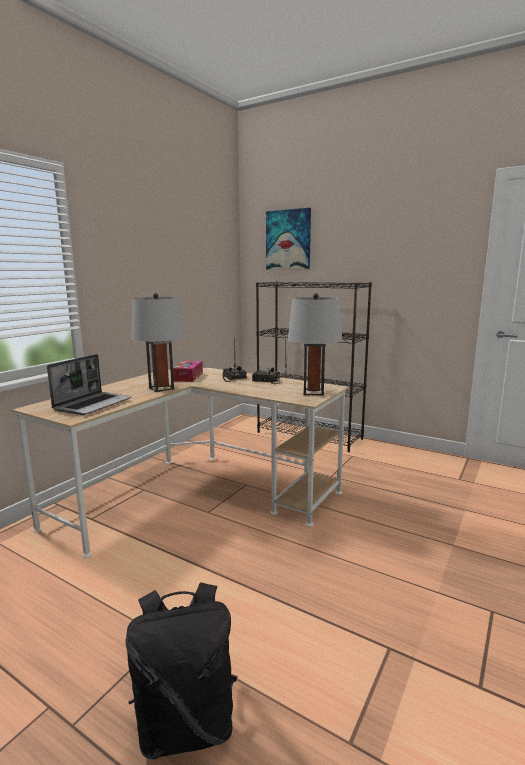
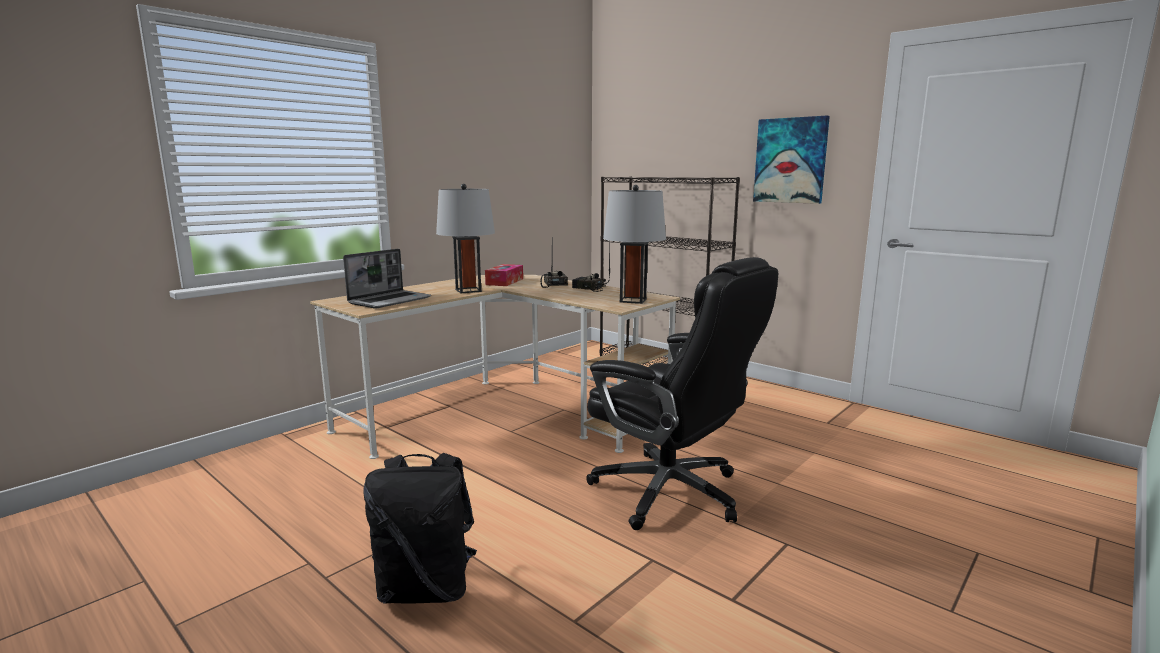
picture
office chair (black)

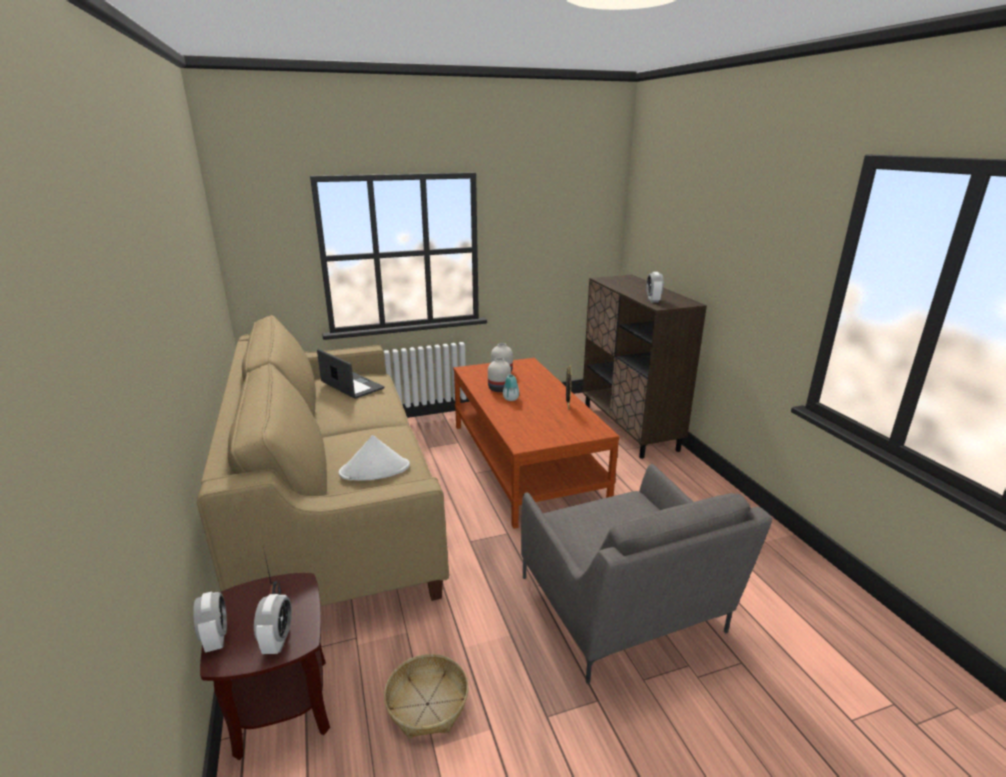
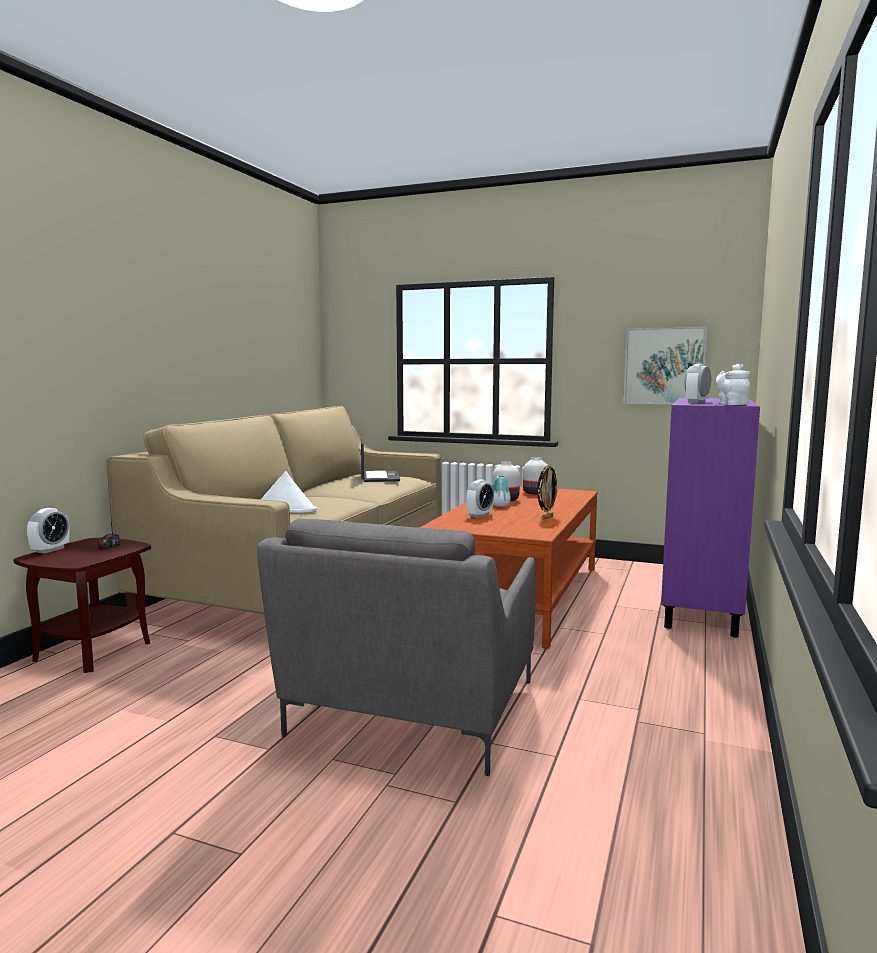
alarm clock (no. 2 from left)
basket
cabinet (purple)
picture
teapot (white)

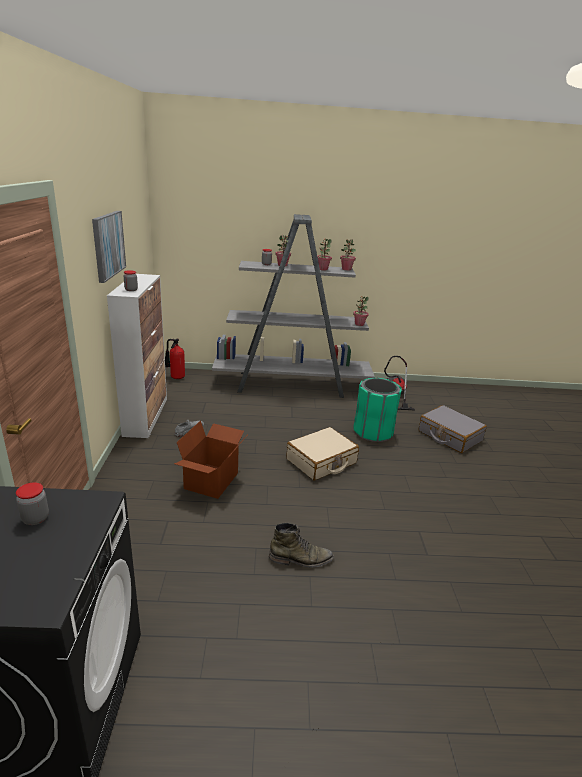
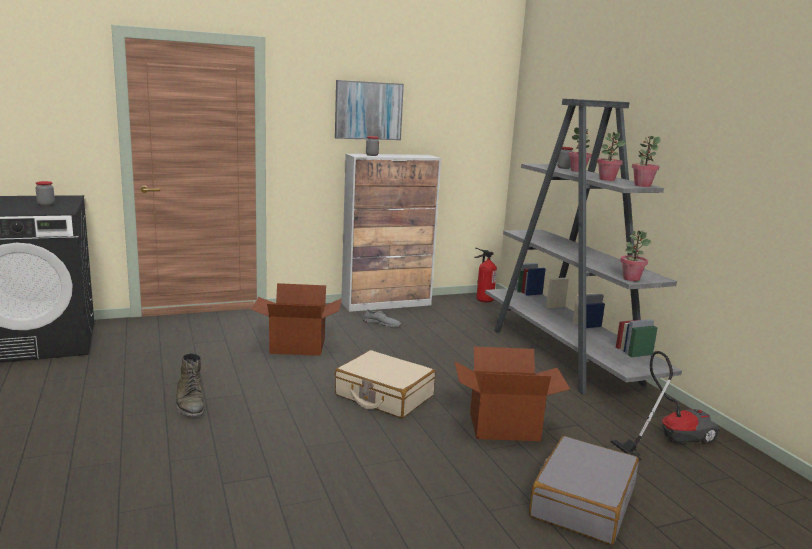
cardboard box (no. 2 from left)

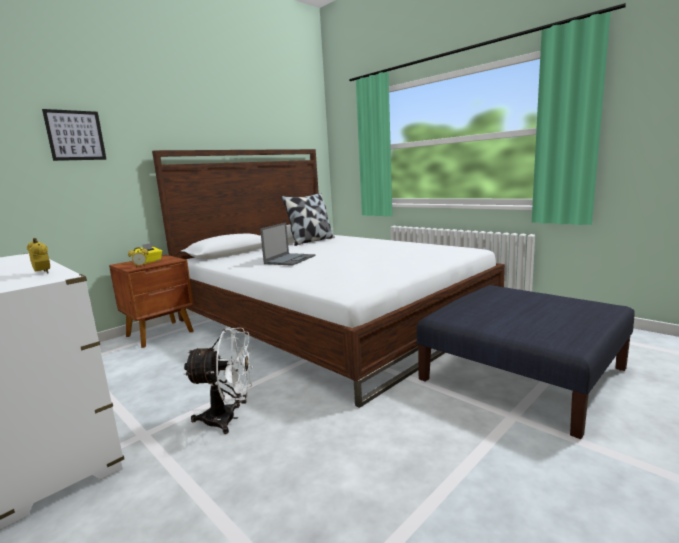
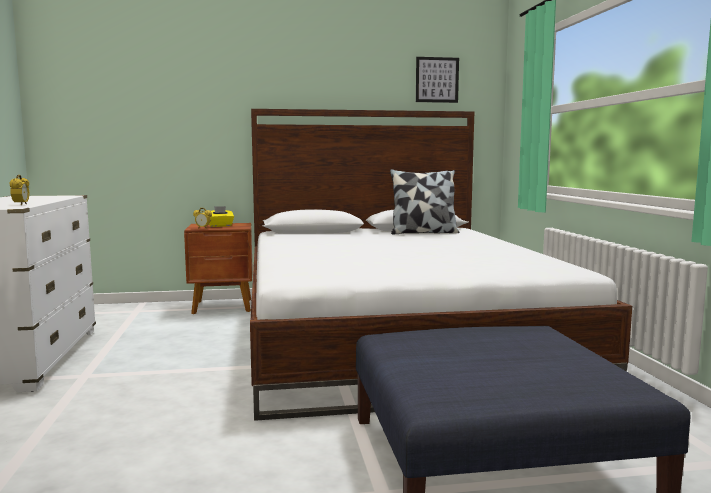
picture
fan (white)
laptop

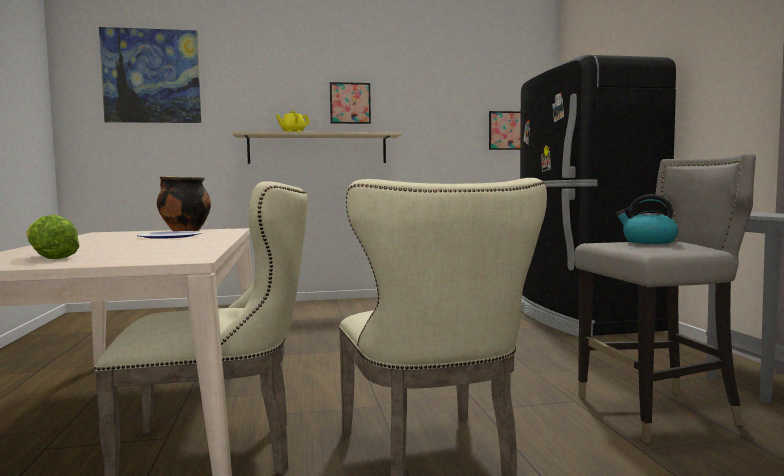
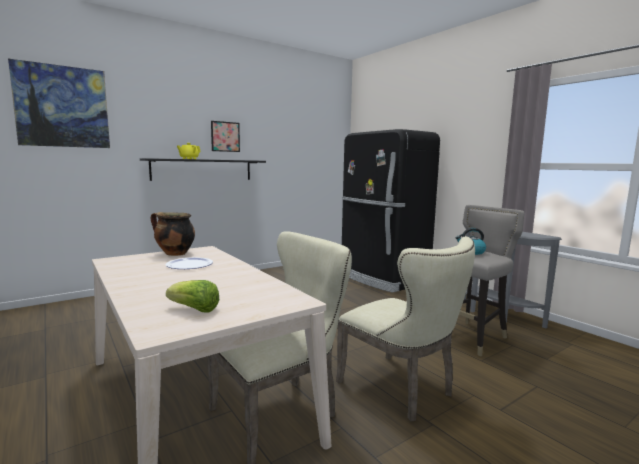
shelf (black)
picture (no. 3 from left in the first image)

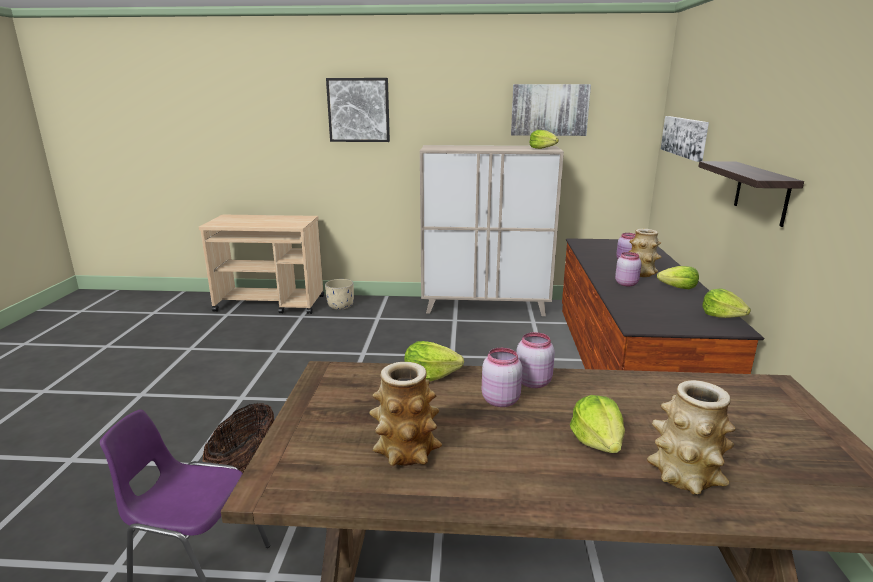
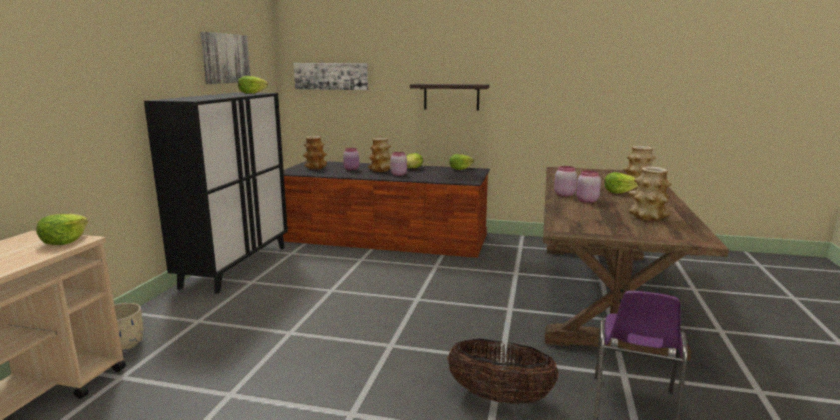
picture (no. 1 from left in the first image)
lettuce (no. 1 from left)
cabinet (black)
vase (no. 1 from left)

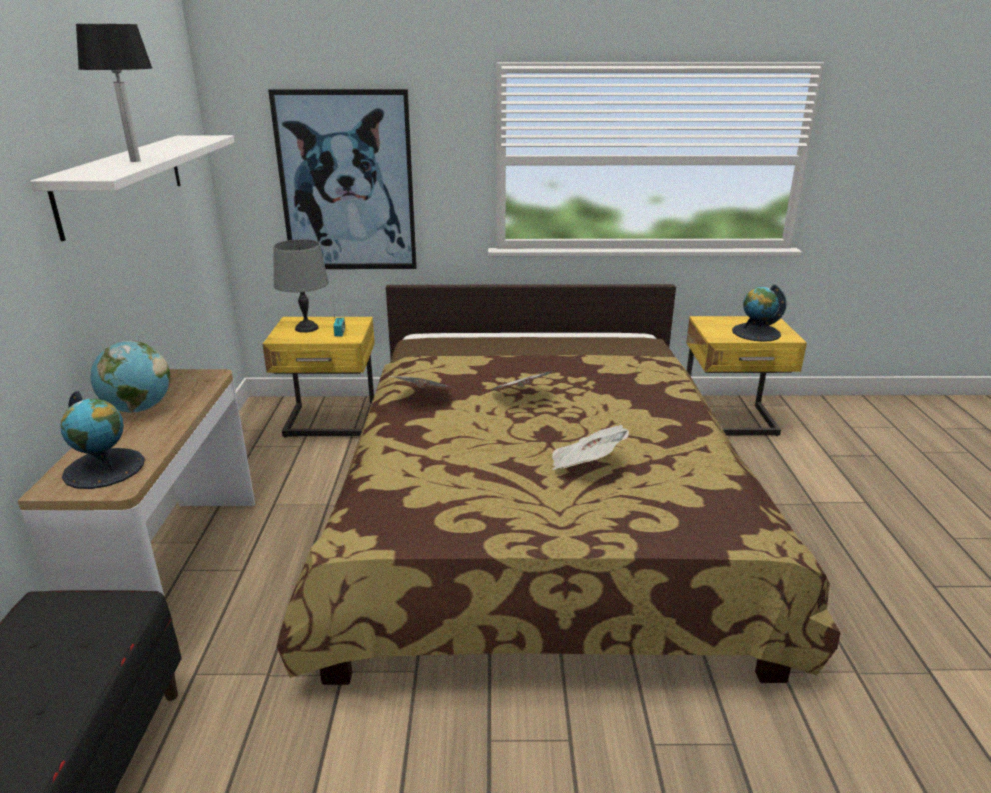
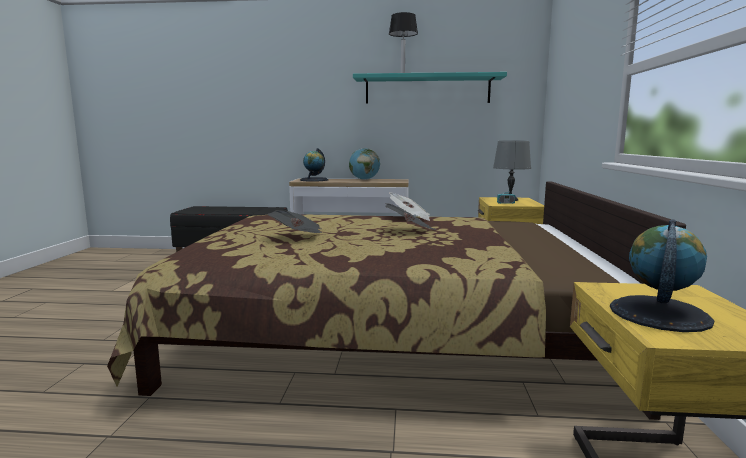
shelf (turquoise)
picture

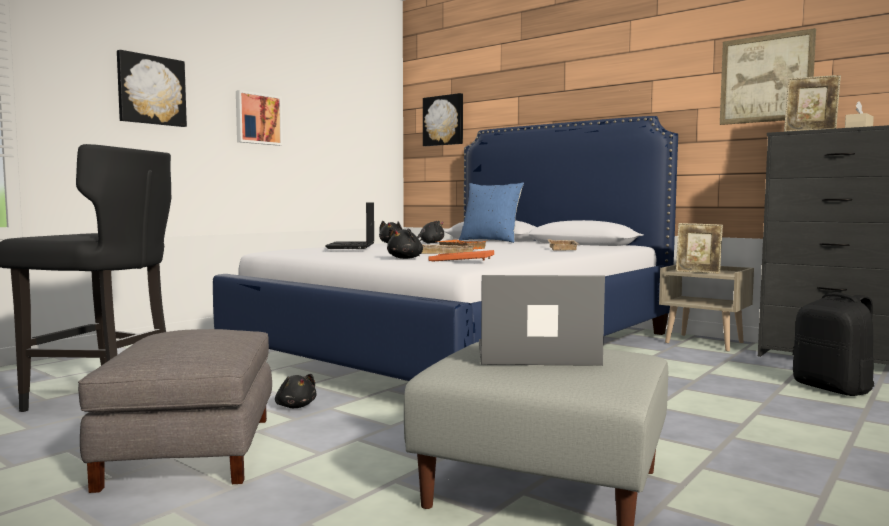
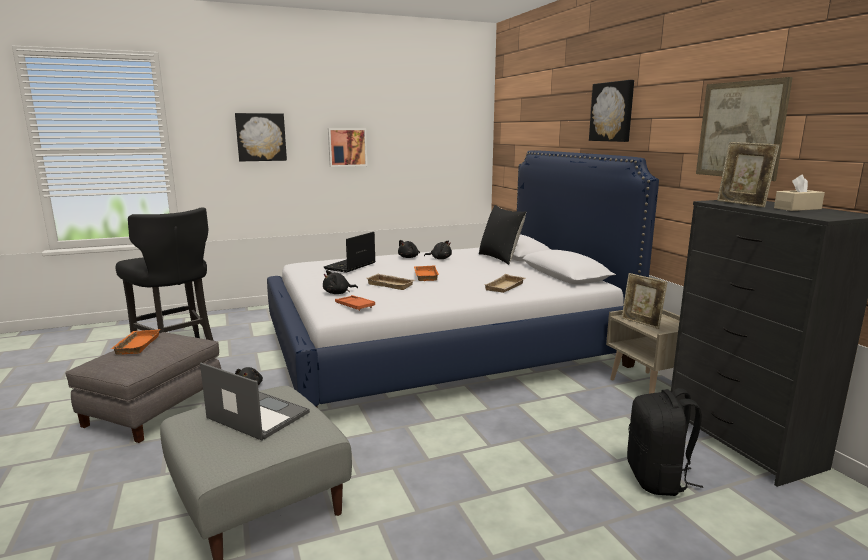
picture (no. 3 from left)
pillow (black)
tray (orange) (no. 1 from left)

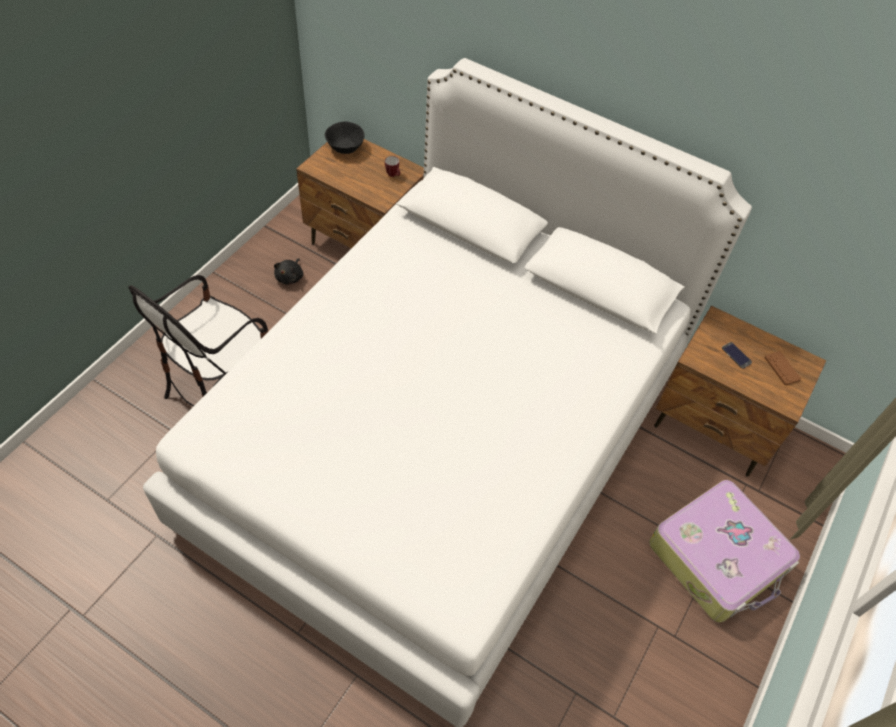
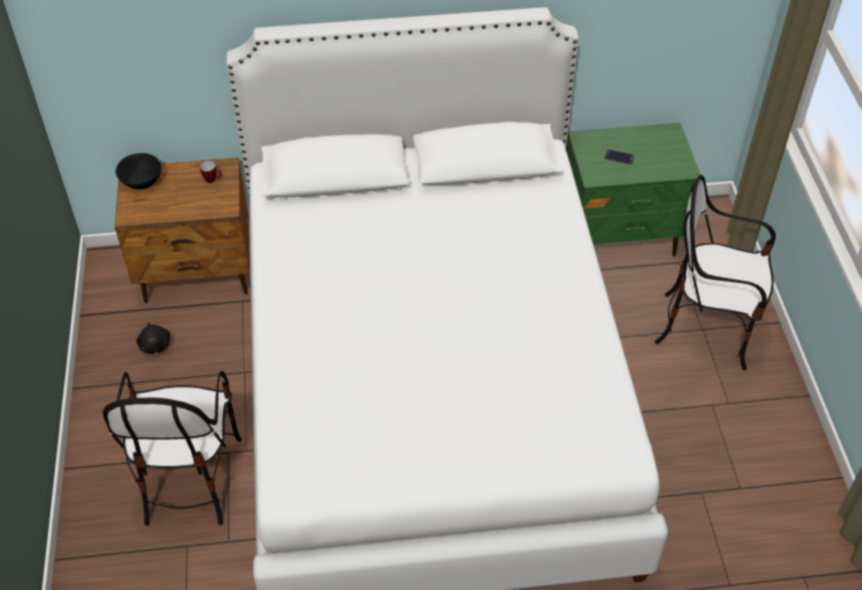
chair (no. 2 from left)
nightstand (green)
game controller (brown)

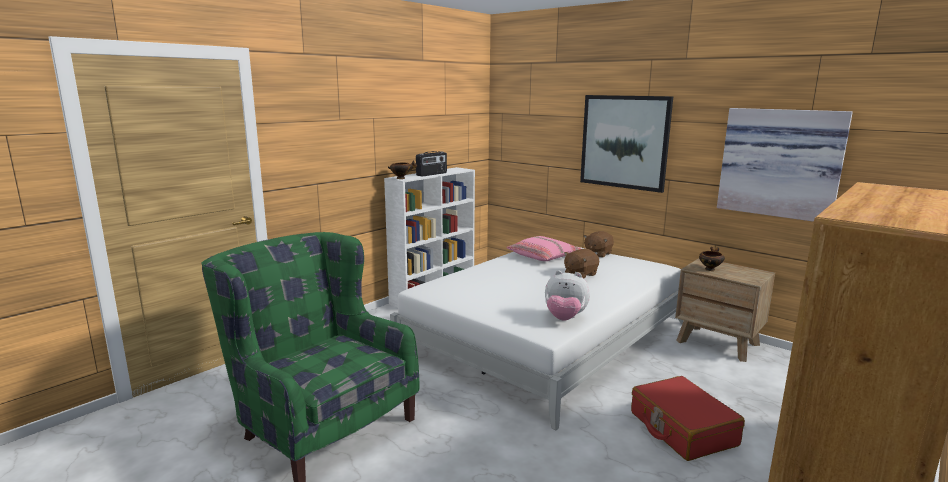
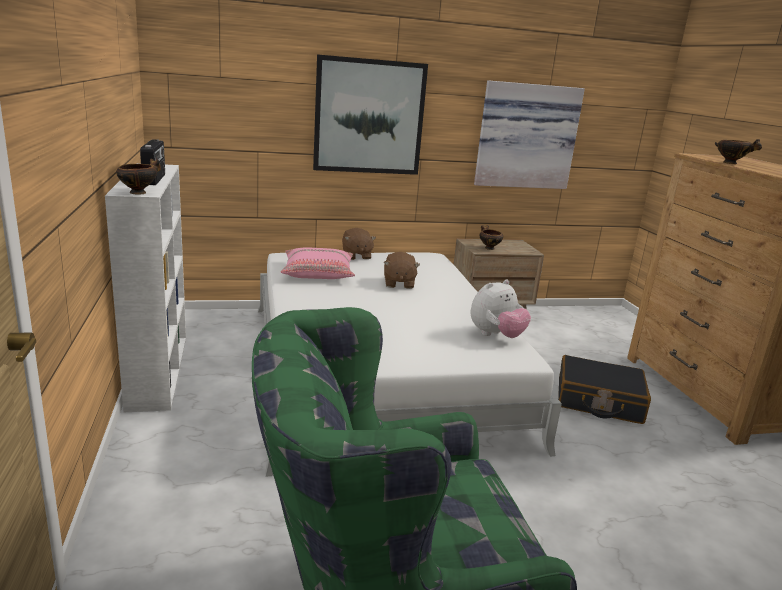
suitcase (black)
bowl (no. 3 from left)

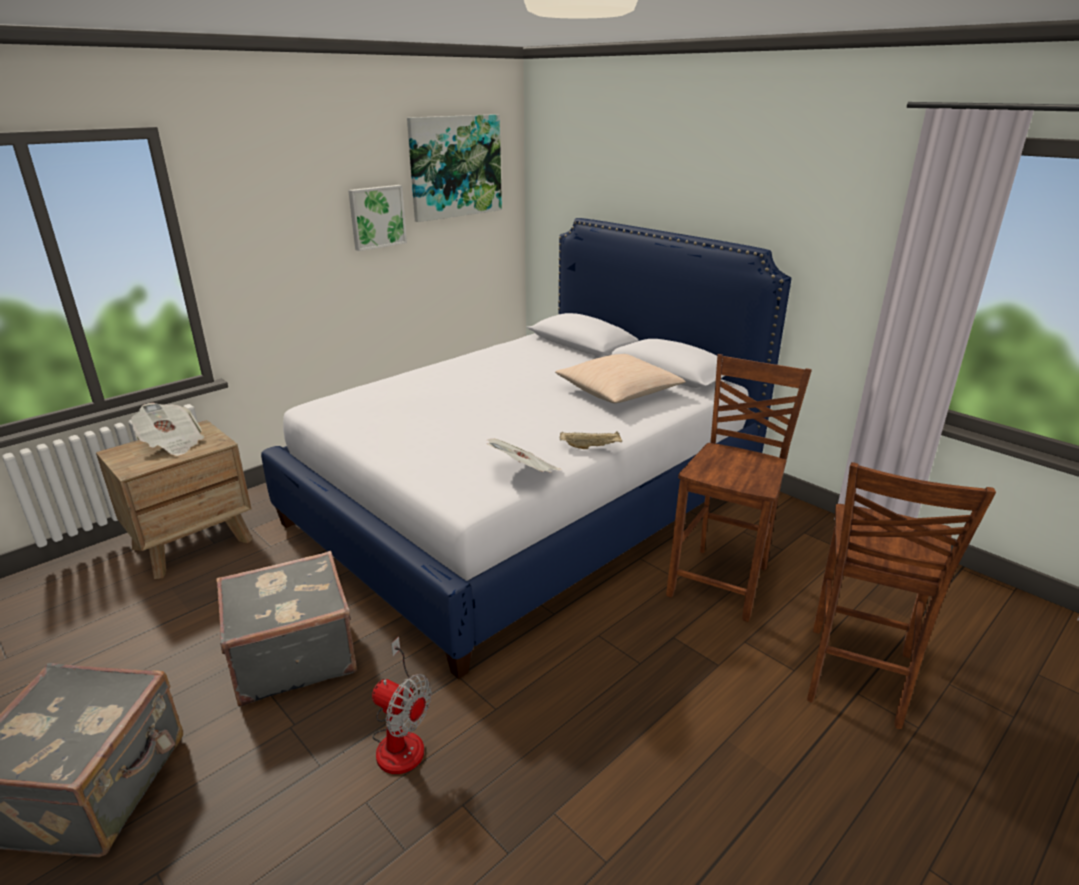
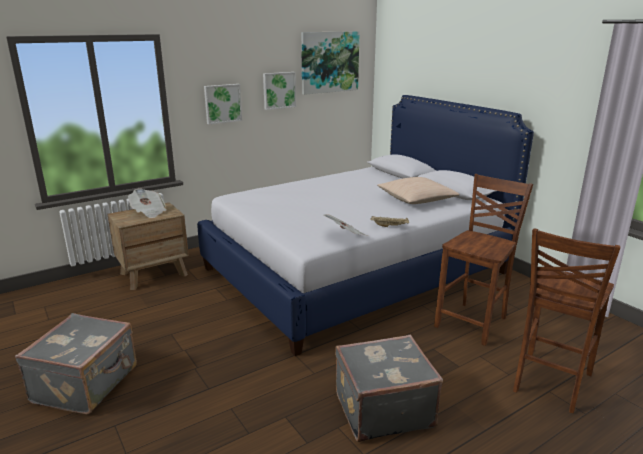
suitcase (grey) (no. 2 from left)
fan
picture (no. 1 from left)

